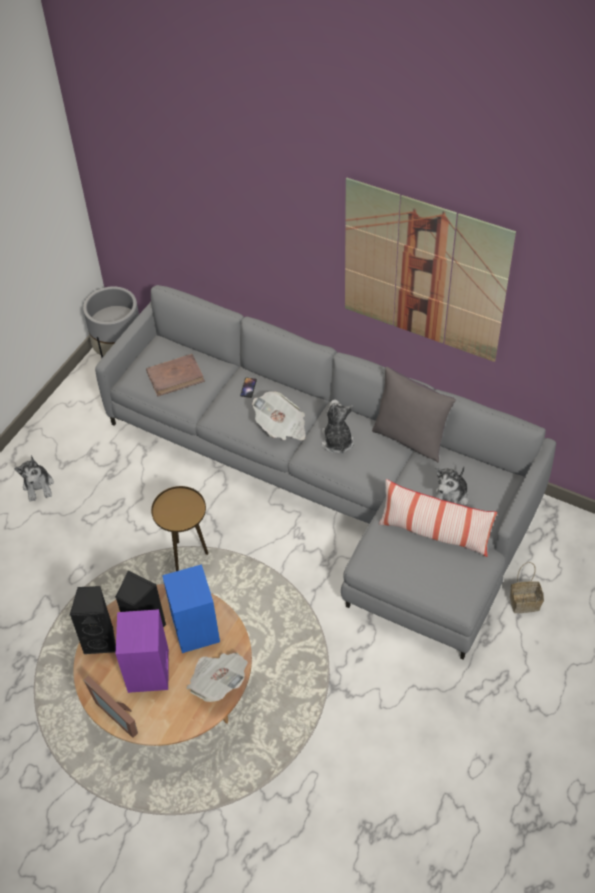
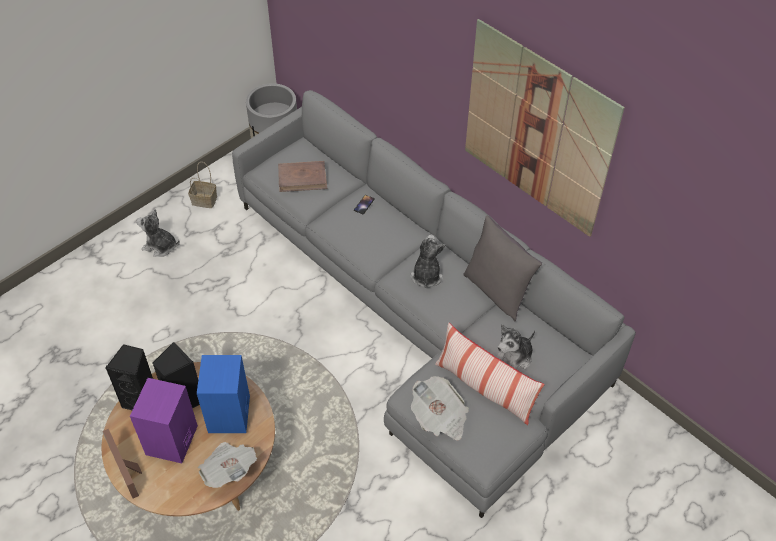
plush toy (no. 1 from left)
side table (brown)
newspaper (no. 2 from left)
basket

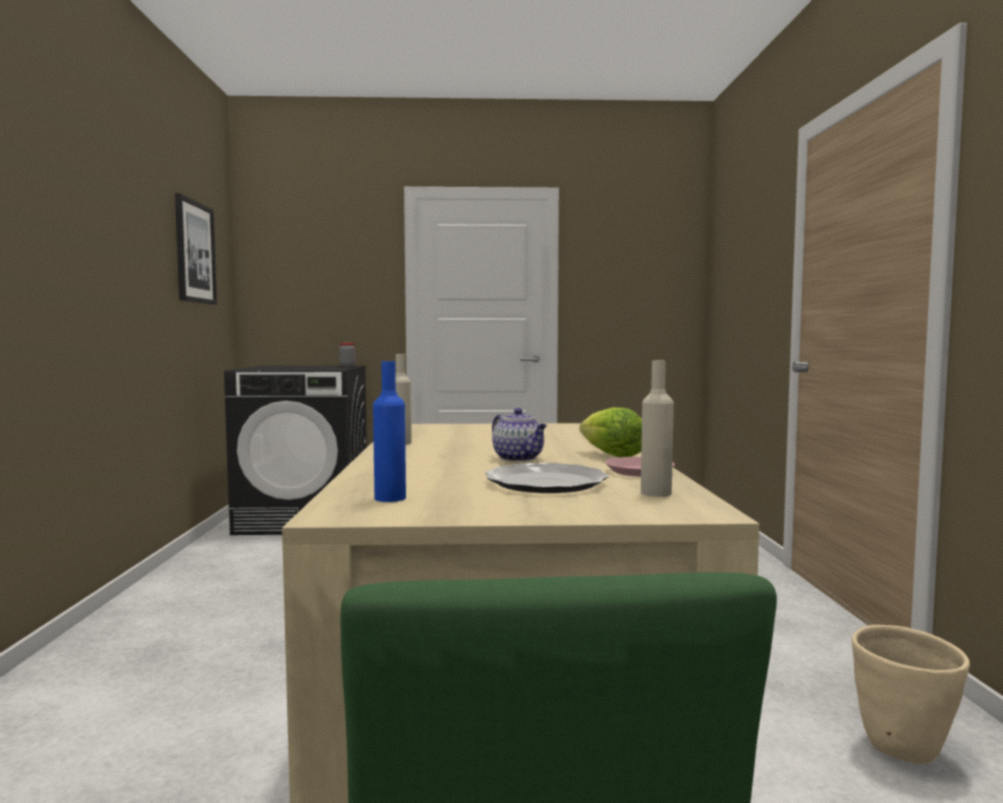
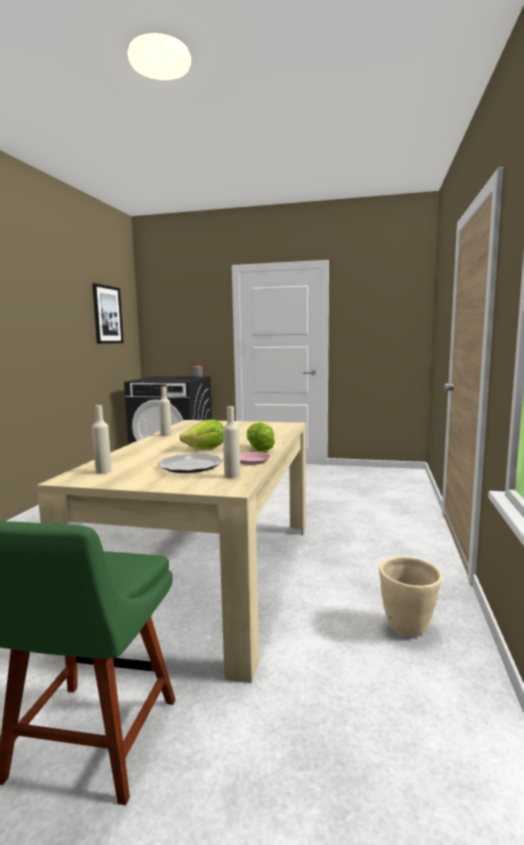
bottle (beige) (no. 1 from left)
lettuce (no. 1 from left)

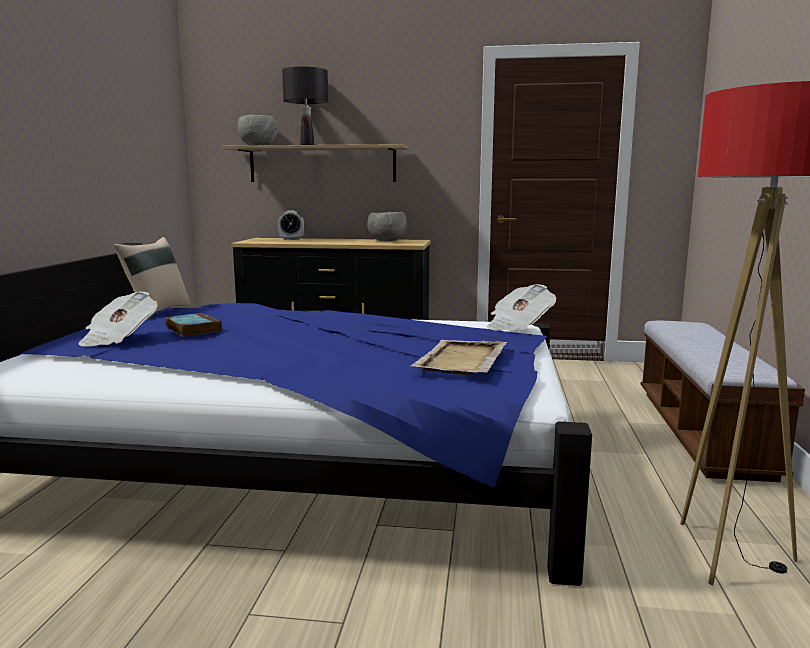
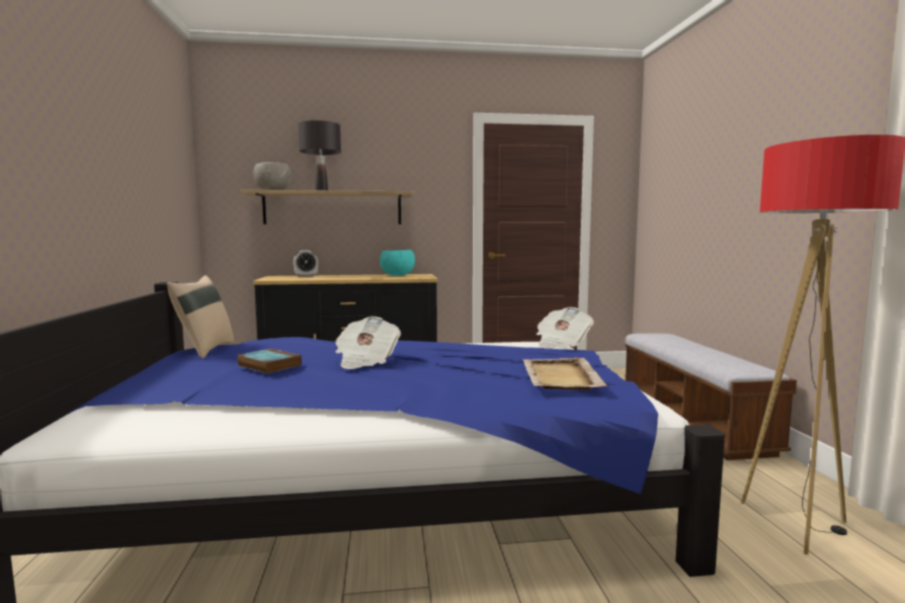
newspaper (no. 1 from left)
bowl (turquoise)

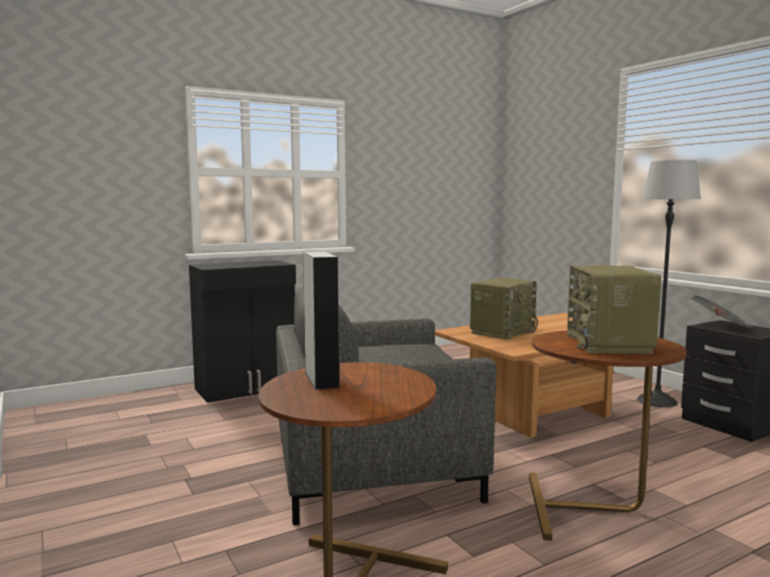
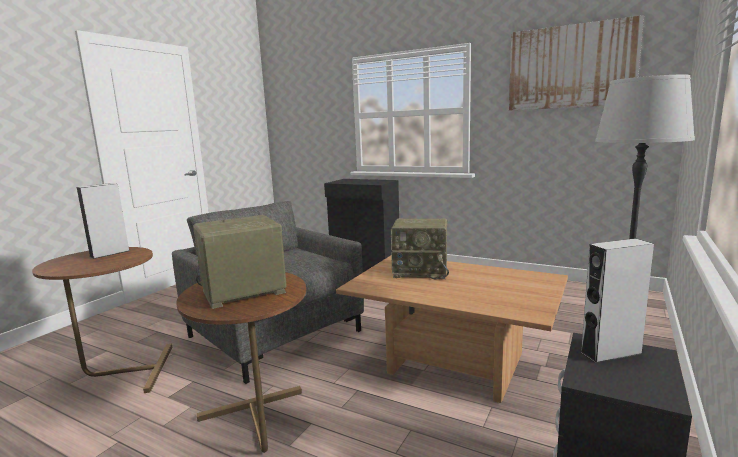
speaker (grey) (no. 2 from left)
picture

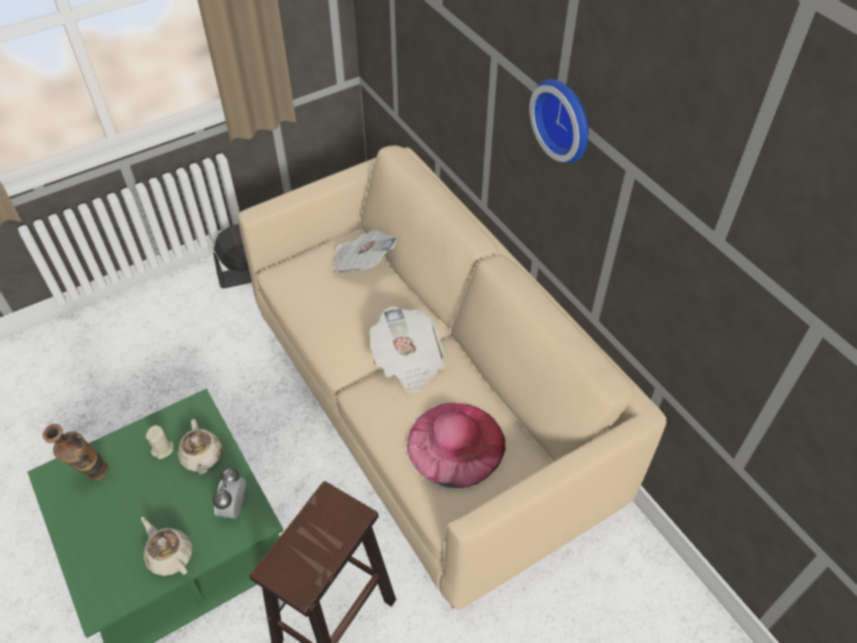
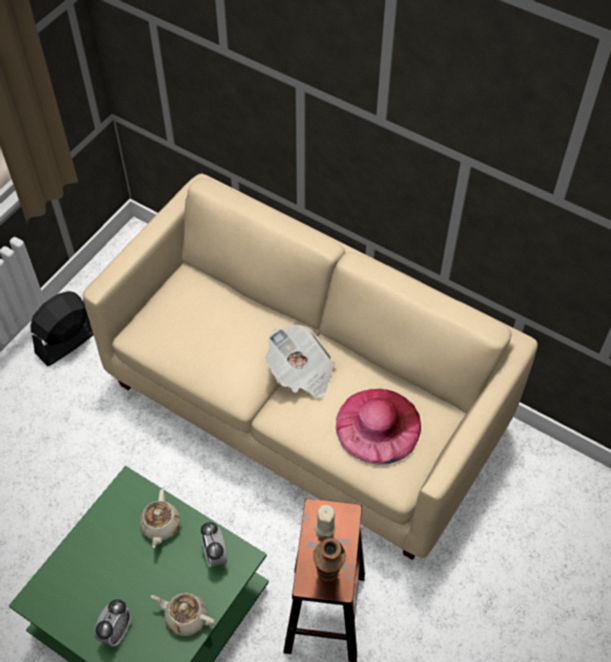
vase
candle (beige)
teapot (beige) (no. 1 from left)
newspaper (no. 1 from left in the first image)
wall clock
alarm clock (no. 1 from left)

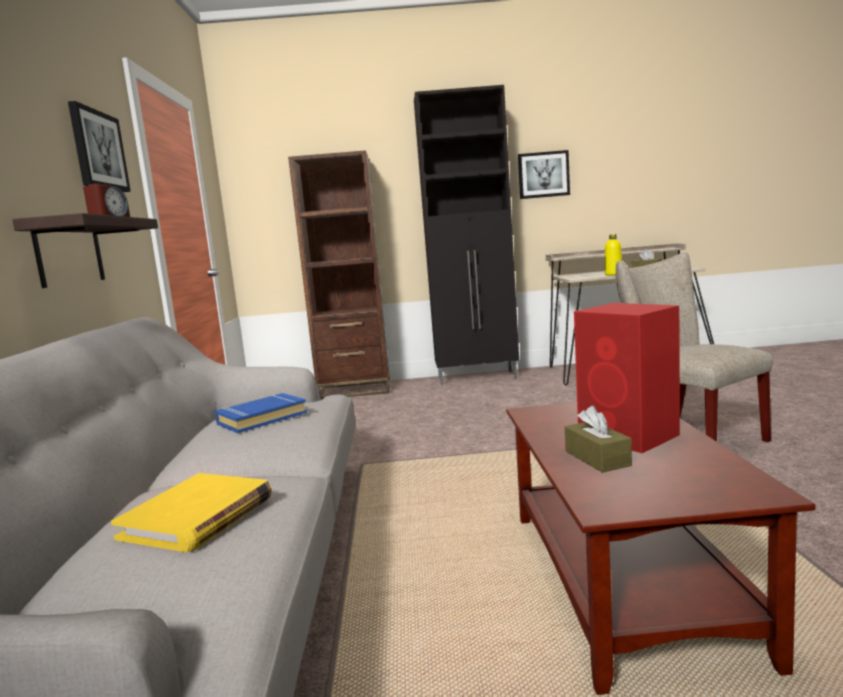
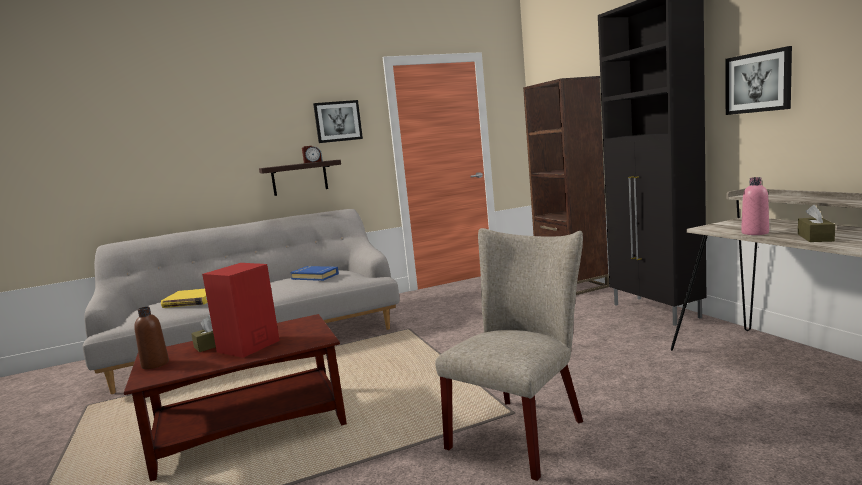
bottle (pink)
bottle (brown)

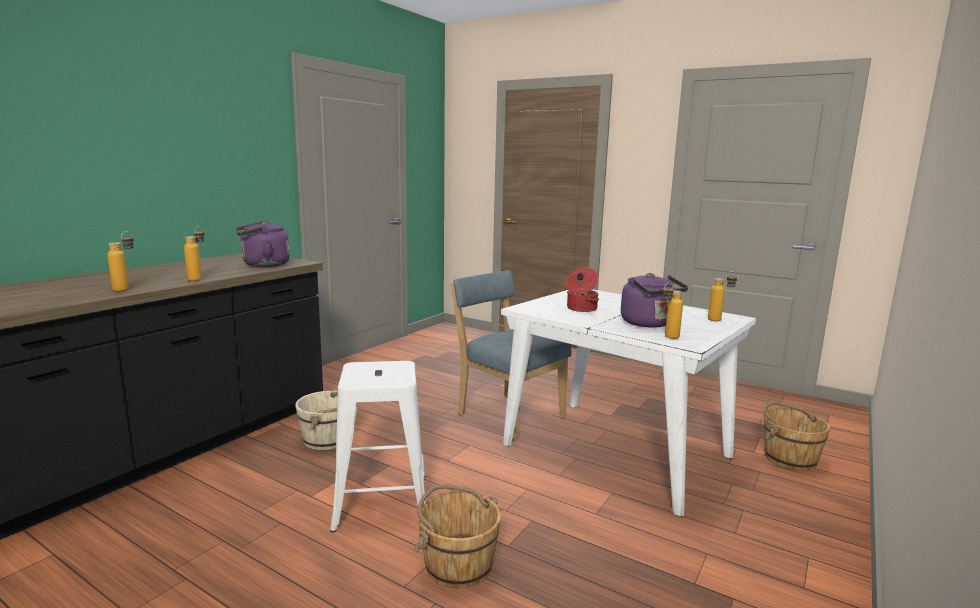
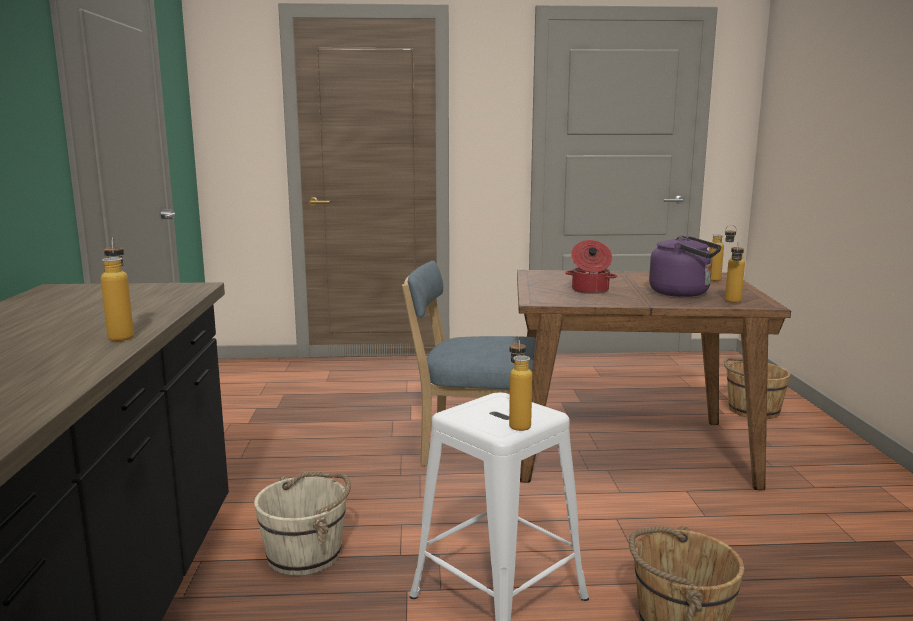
bottle (no. 2 from left)
kettle (purple) (no. 1 from left in the first image)
dining table (brown)

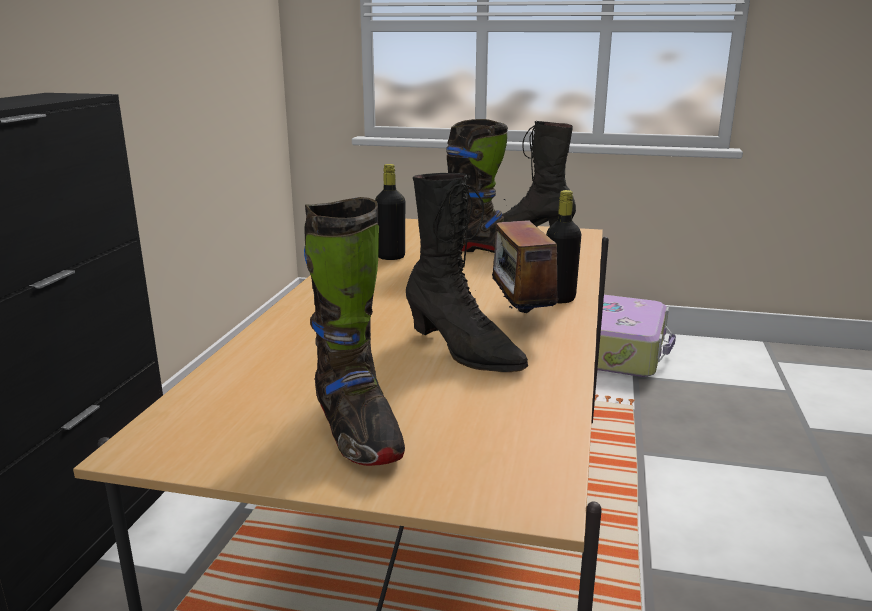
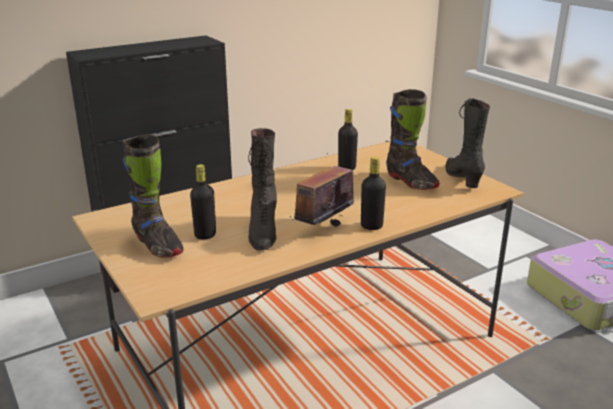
boot (black) (no. 1 from left)
bottle (black) (no. 1 from left)

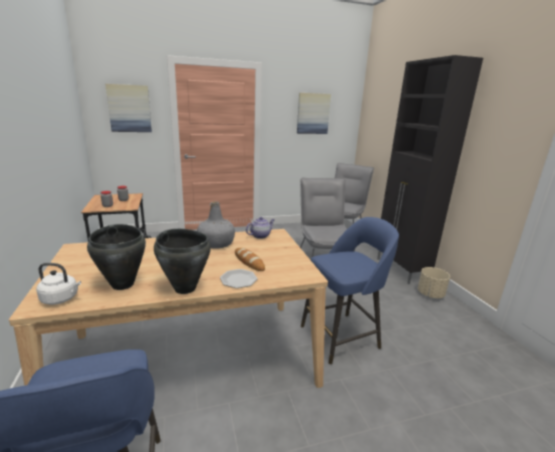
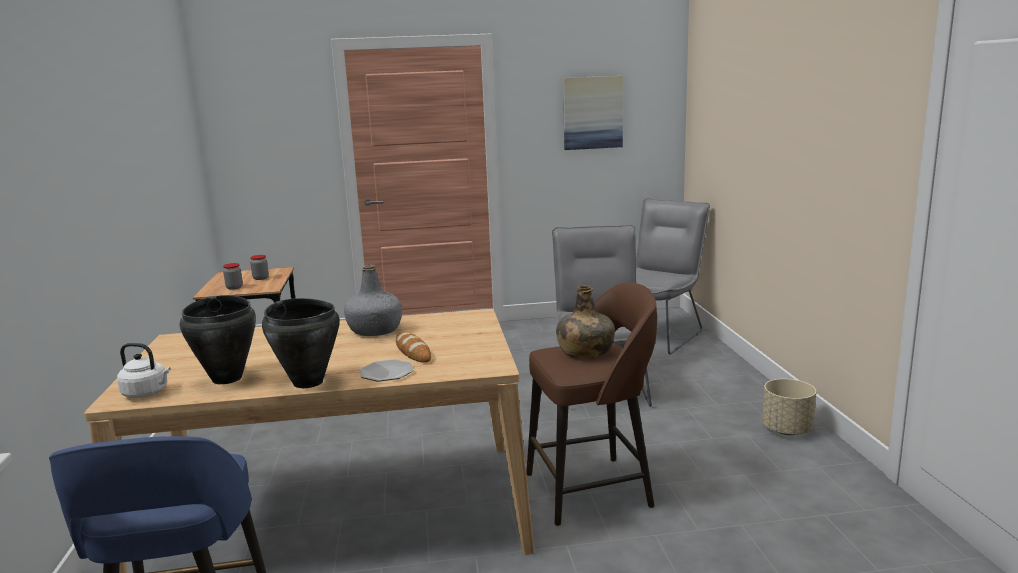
picture (no. 1 from left in the first image)
teapot
stool (brown)
cabinet (black)
bottle (green)

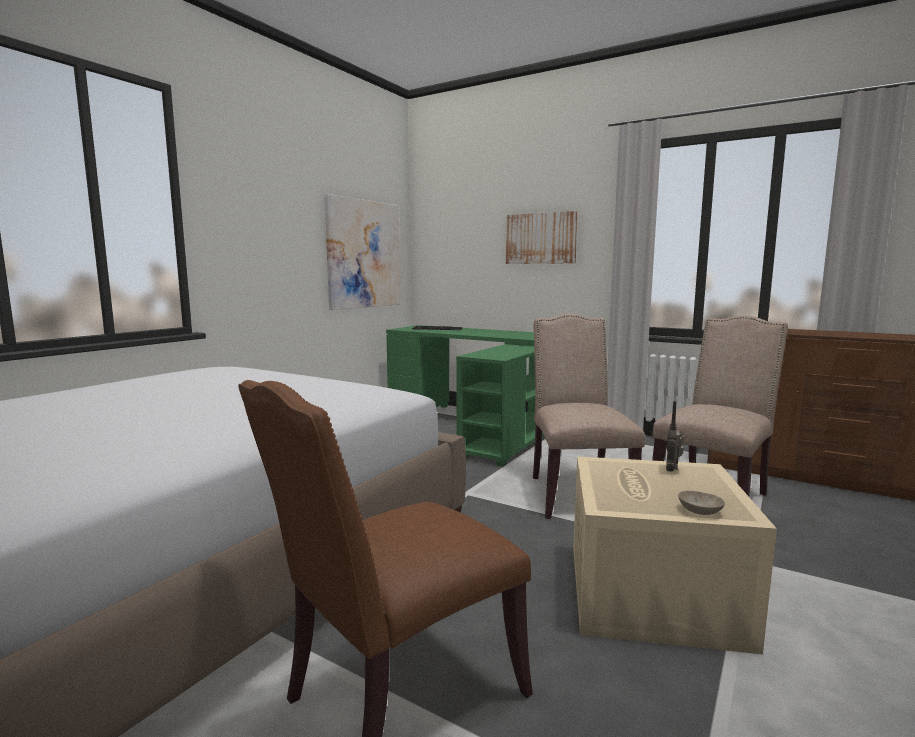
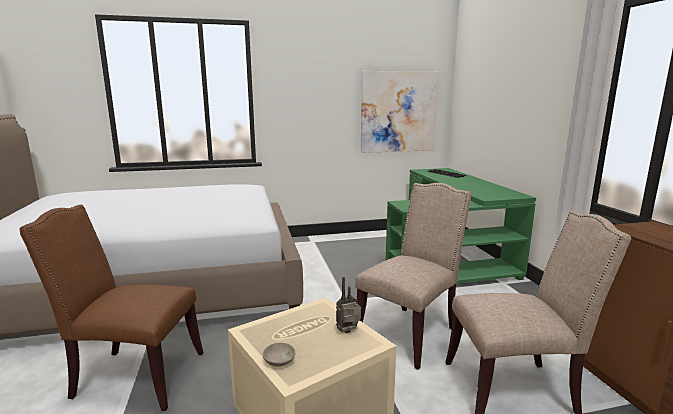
picture (no. 2 from left in the first image)

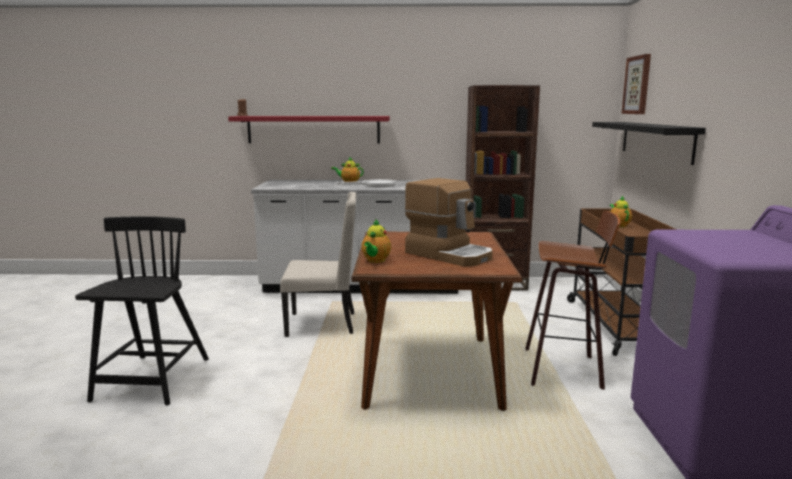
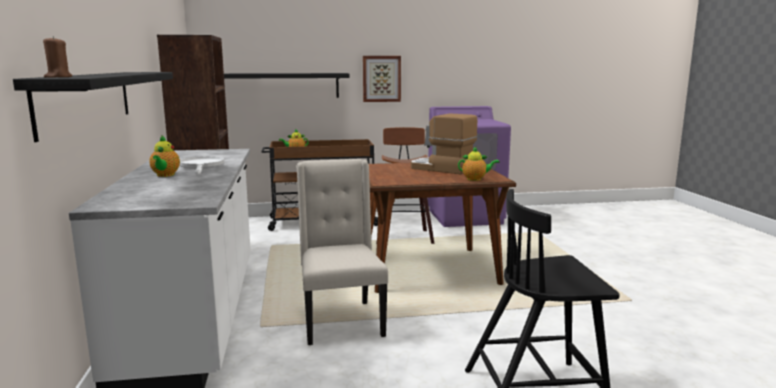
shelf (black) (no. 1 from left)
coffee machine
picture

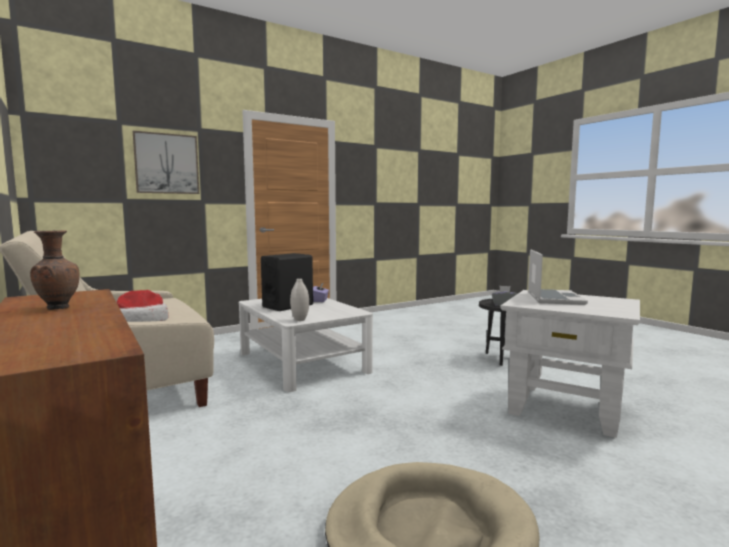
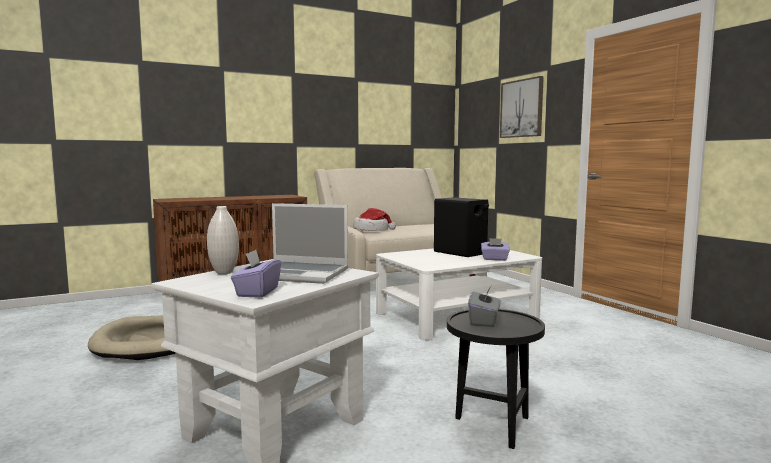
vase (brown)
vase (white)
tissue box (purple) (no. 1 from left)

